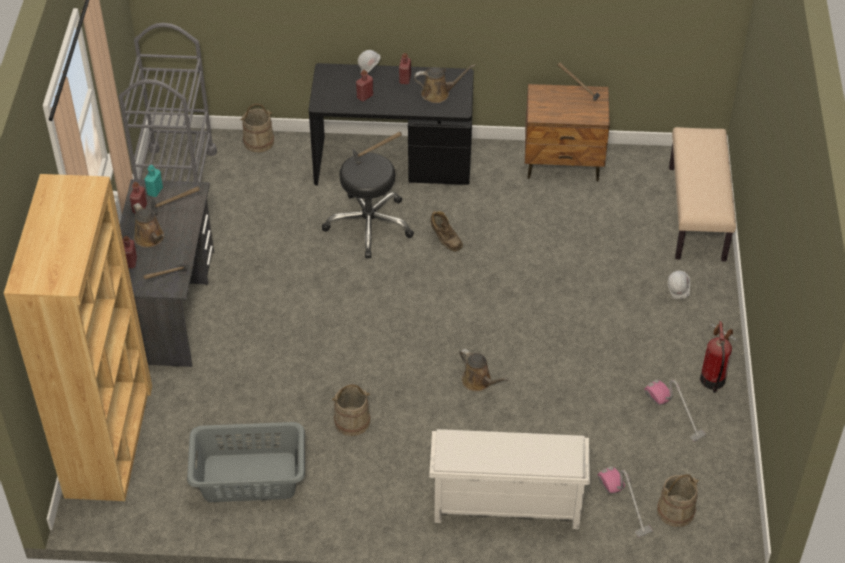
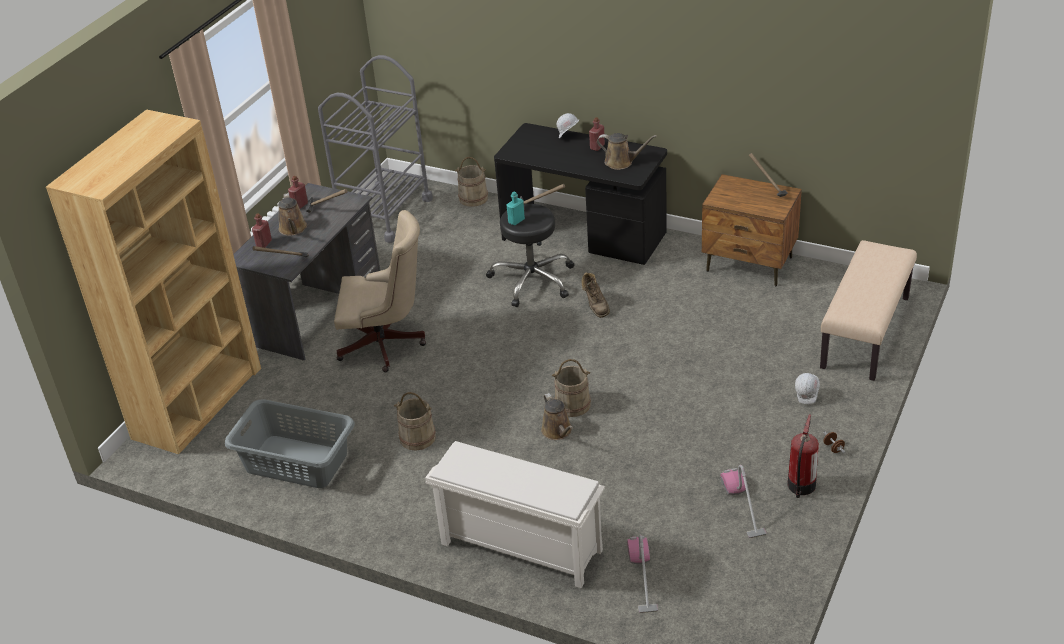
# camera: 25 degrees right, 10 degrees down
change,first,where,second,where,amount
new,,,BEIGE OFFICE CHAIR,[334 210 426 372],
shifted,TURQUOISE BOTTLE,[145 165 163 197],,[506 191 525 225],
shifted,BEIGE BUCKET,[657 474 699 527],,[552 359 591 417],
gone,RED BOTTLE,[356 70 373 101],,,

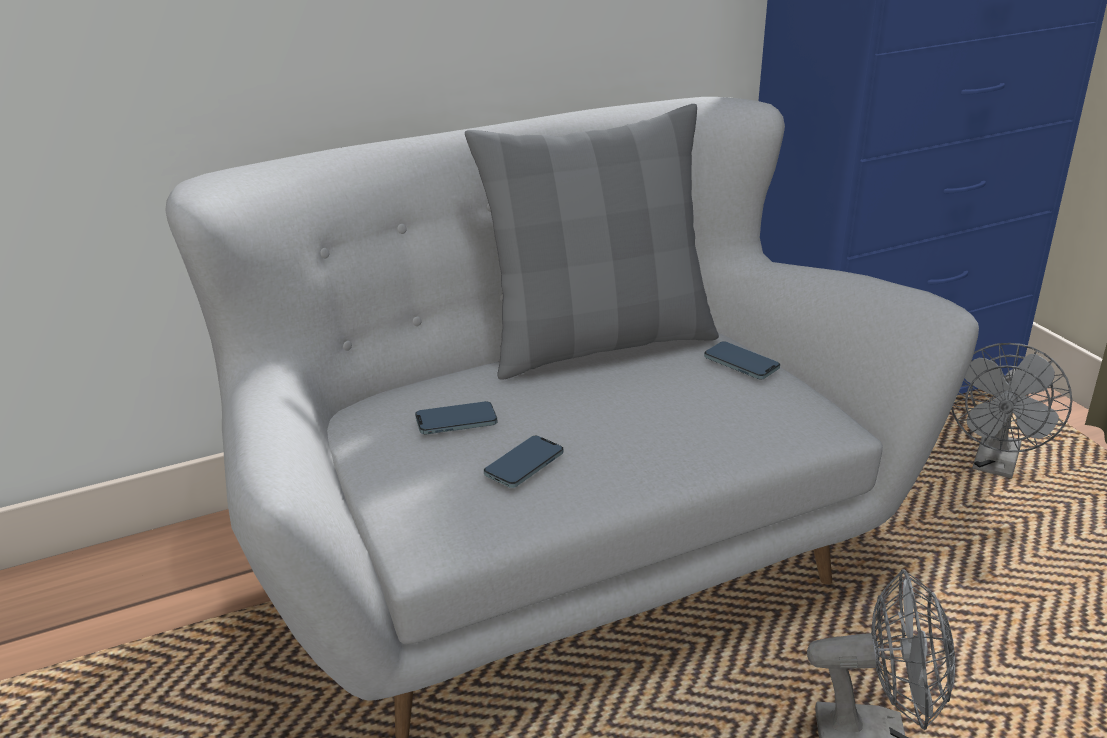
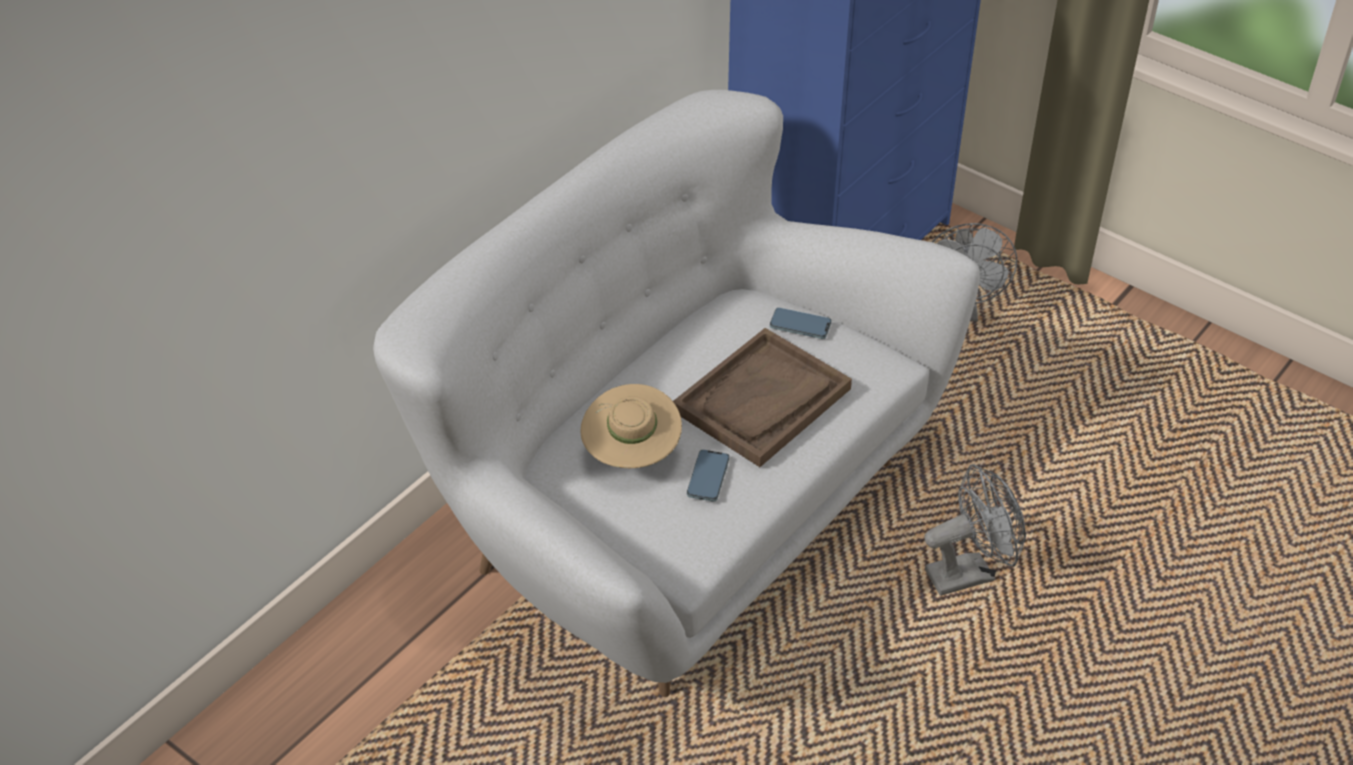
# camera: 25 degrees left, 15 degrees up
change,first,where,second,where,amount
swapped,PHONE,[415 401 497 435],BEIGE HAT,[580 384 682 468],
new,,,BROWN TRAY,[673 328 852 467],
gone,GREY PILLOW,[465 104 719 380],,,

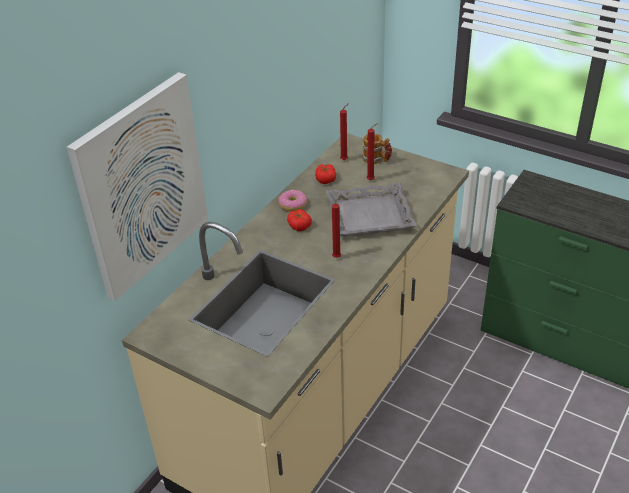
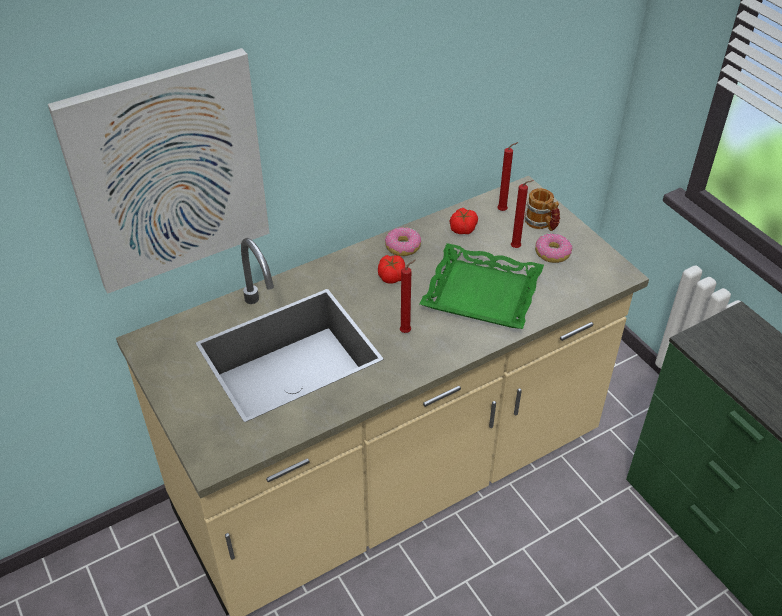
# camera: 25 degrees right, 5 degrees up
change,first,where,second,where,amount
repainted,GREY TRAY,[326 182 417 237],GREEN TRAY,[420 243 544 329],
new,,,DONUT,[535 233 572 263],

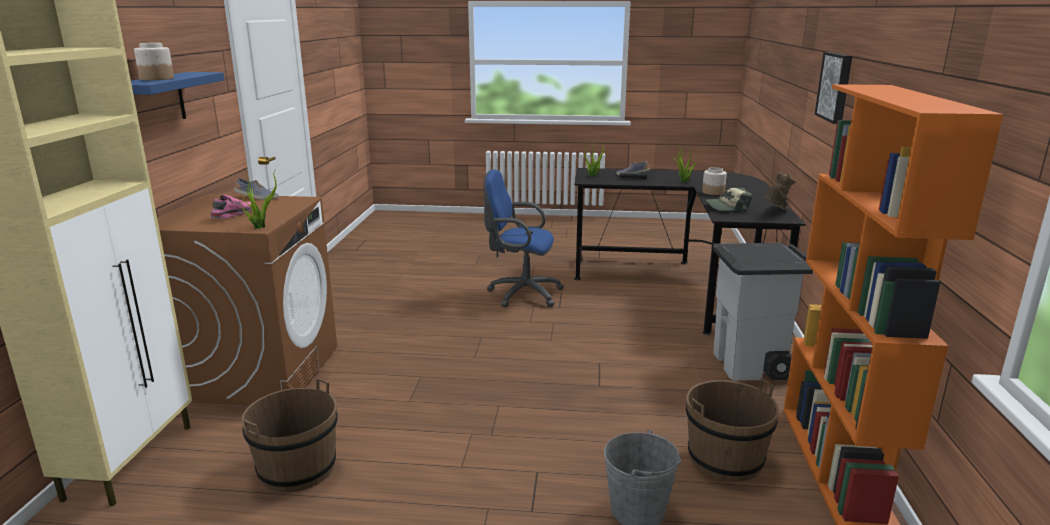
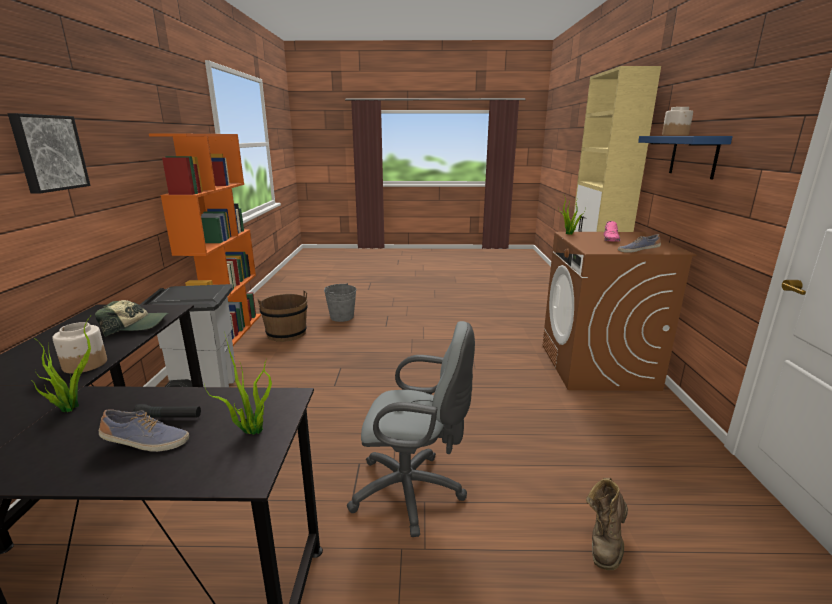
# camera: 175 degrees right, 0 degrees up
change,first,where,second,where,amount
repainted,BLUE OFFICE CHAIR,[483 170 564 307],GREY OFFICE CHAIR,[347 321 475 537],
shifted,BROWN BOOT,[763 172 798 211],,[586 478 628 570],
gone,BROWN BUCKET,[242 378 338 492],,,

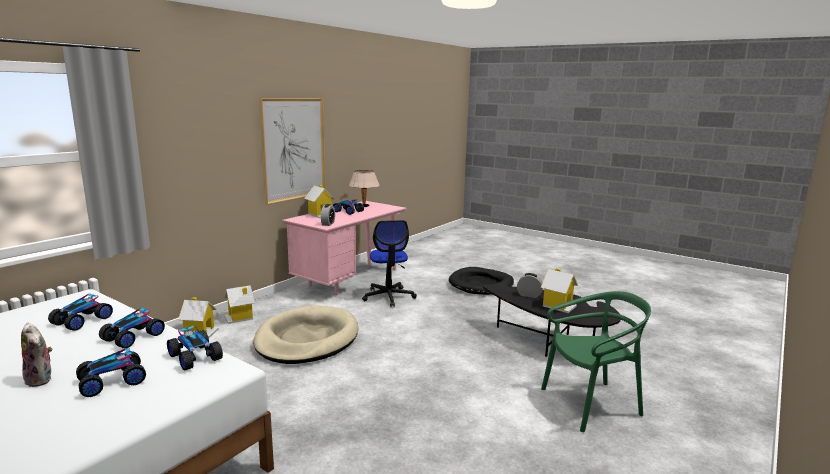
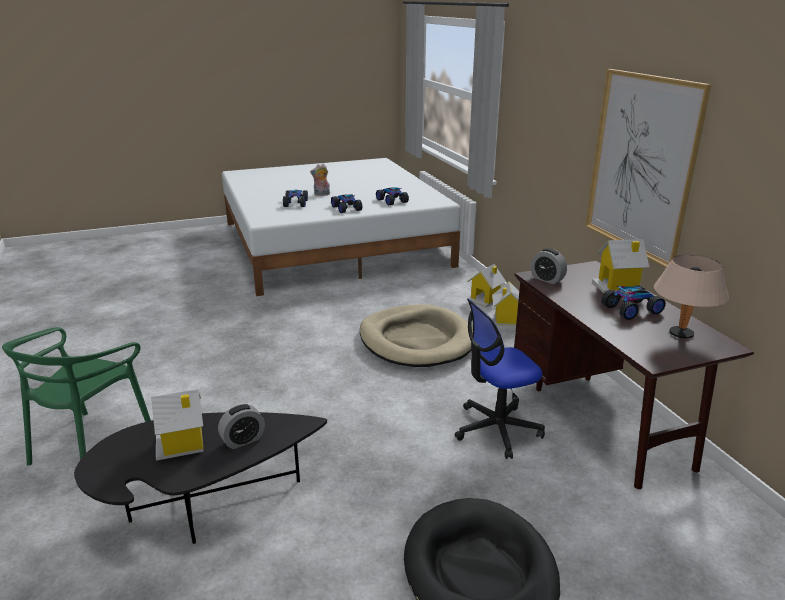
# camera: 125 degrees right, 10 degrees up
change,first,where,second,where,amount
rotated,OFFICE CHAIR,[362 220 417 307],,[455 298 545 459],45 degrees counterclockwise
repainted,PINK DESK,[283 201 407 295],BROWN DESK,[514 261 754 489],
gone,TOY CAR,[167 326 223 371],,,

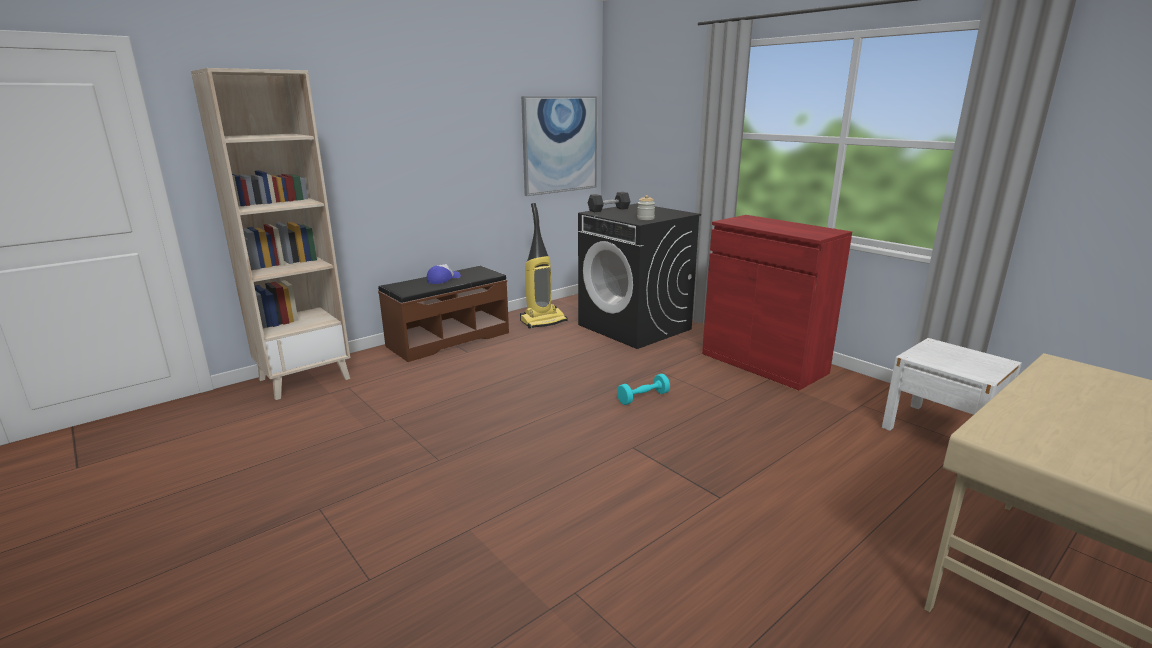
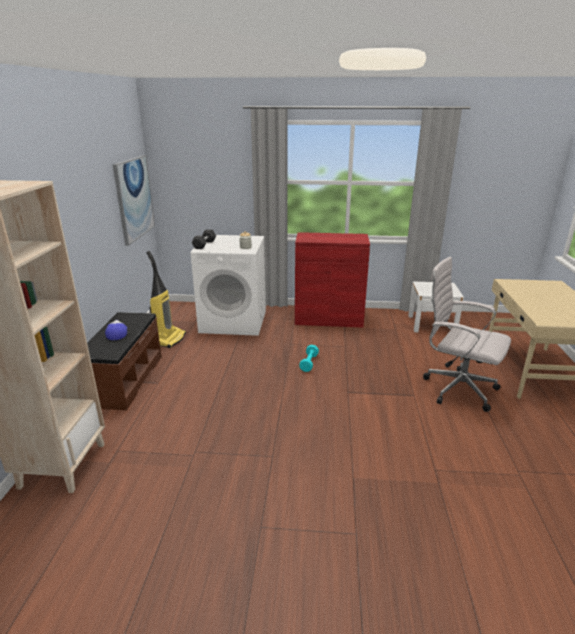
# camera: 45 degrees left, 5 degrees up
change,first,where,second,where,amount
repainted,BLACK WASHING MACHINE,[578 203 701 349],WHITE WASHING MACHINE,[191 235 266 336],
new,,,WHITE OFFICE CHAIR,[423 257 511 412],

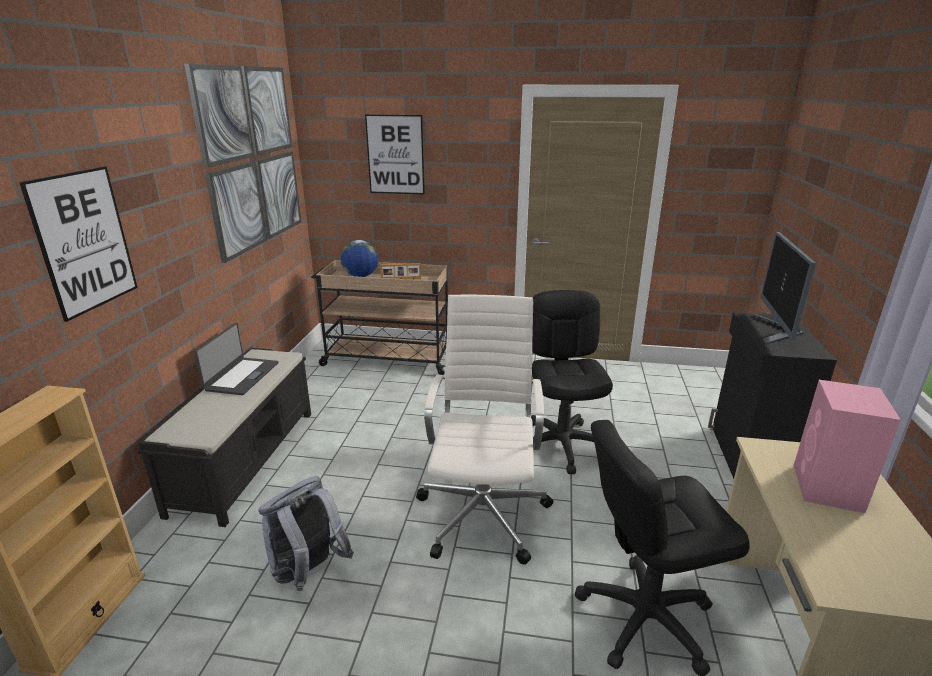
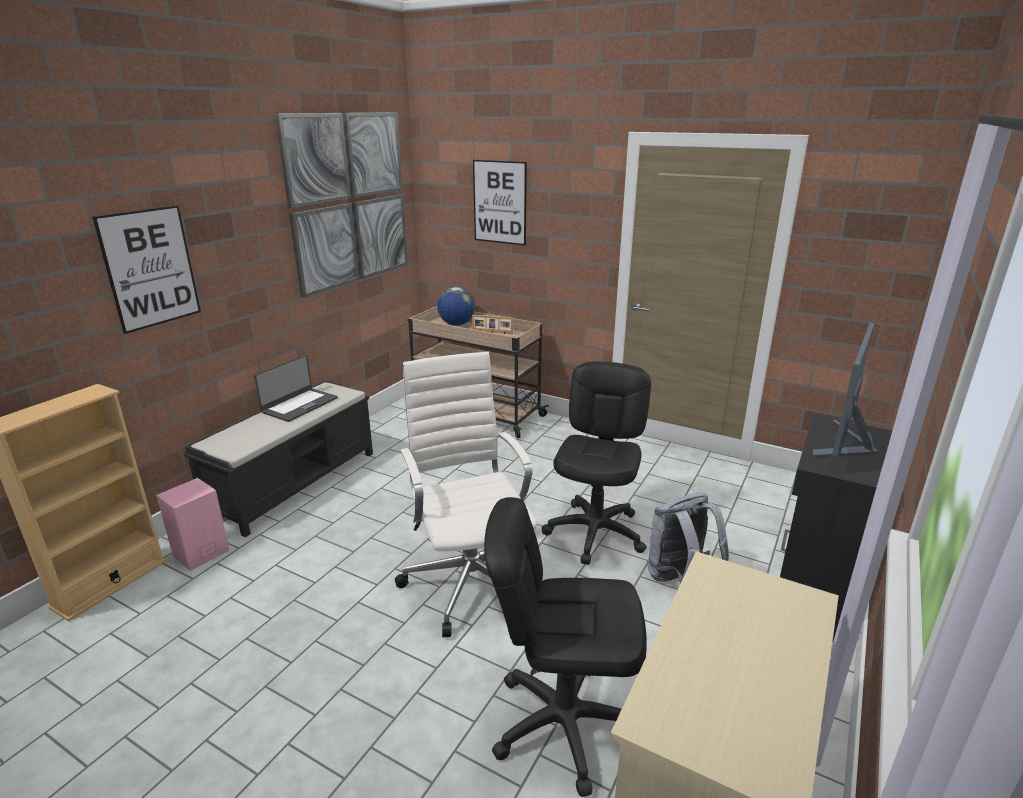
# camera: 20 degrees right, 0 degrees up
change,first,where,second,where,amount
shifted,PINK SPEAKER,[793 380 901 513],,[156 478 230 571],
rotated,WHITE OFFICE CHAIR,[416 295 553 565],,[395 352 537 637],45 degrees counterclockwise
shifted,GREY BACKPACK,[259 477 354 591],,[647 493 729 584],

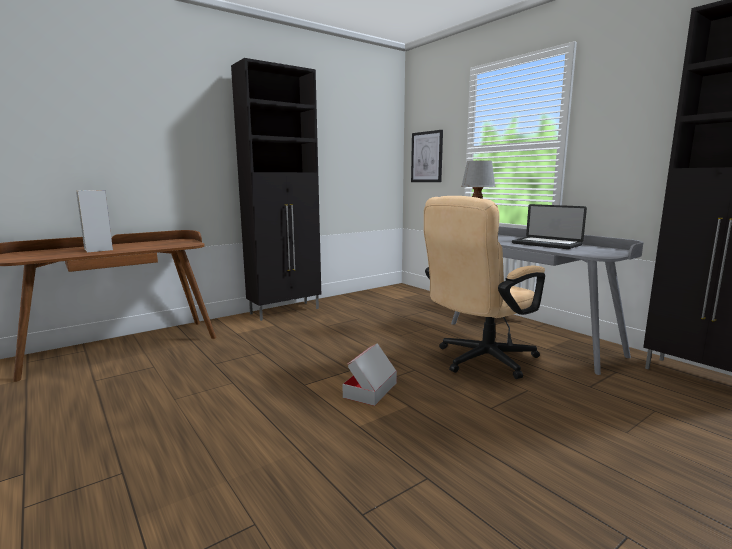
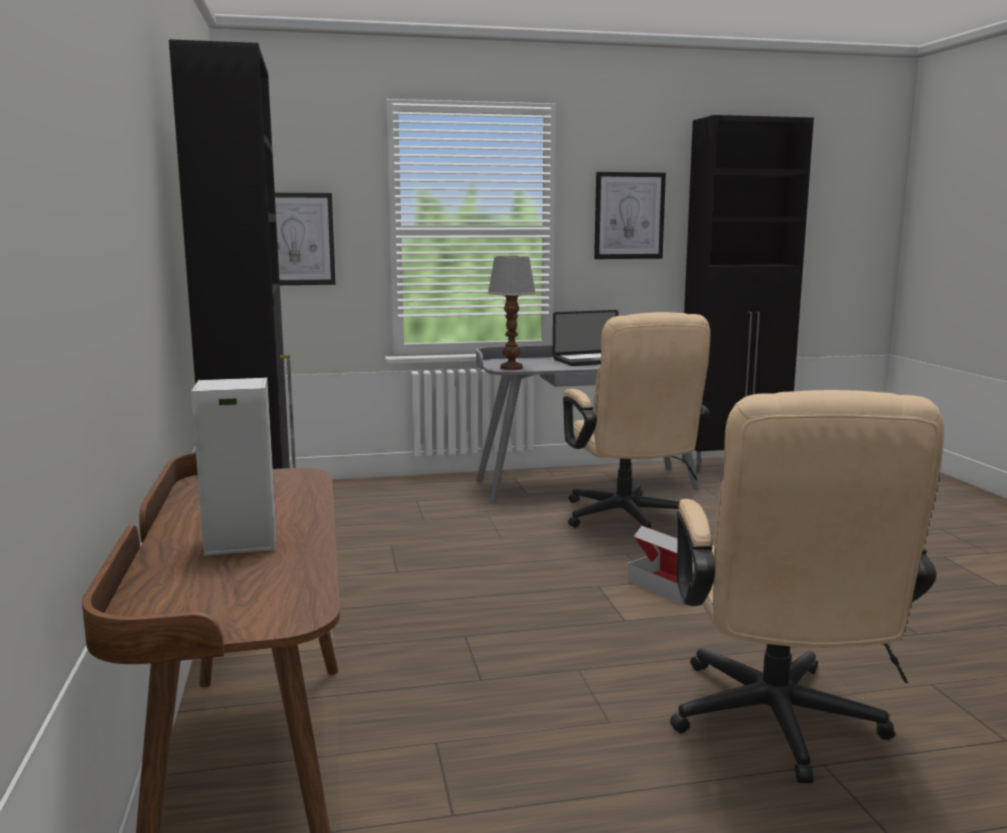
# camera: 65 degrees left, 0 degrees up
change,first,where,second,where,amount
new,,,PICTURE,[594 172 666 259],
new,,,BEIGE OFFICE CHAIR,[670 390 944 784],

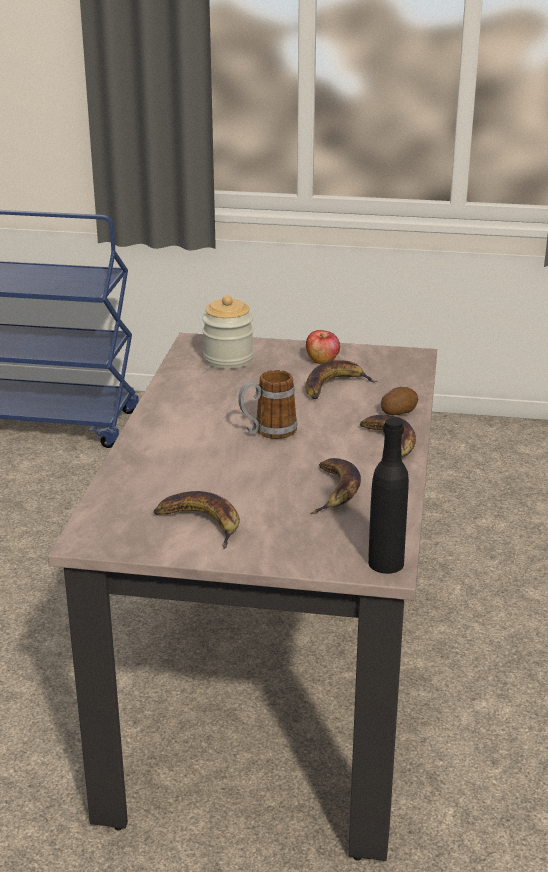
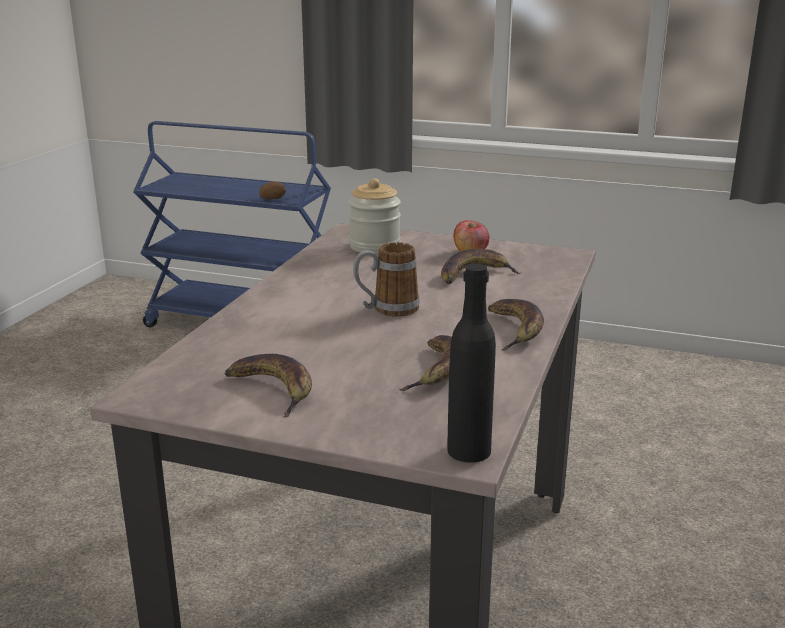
# camera: 10 degrees right, 5 degrees down
change,first,where,second,where,amount
shifted,POTATO,[381 387 418 415],,[259 182 286 199],

